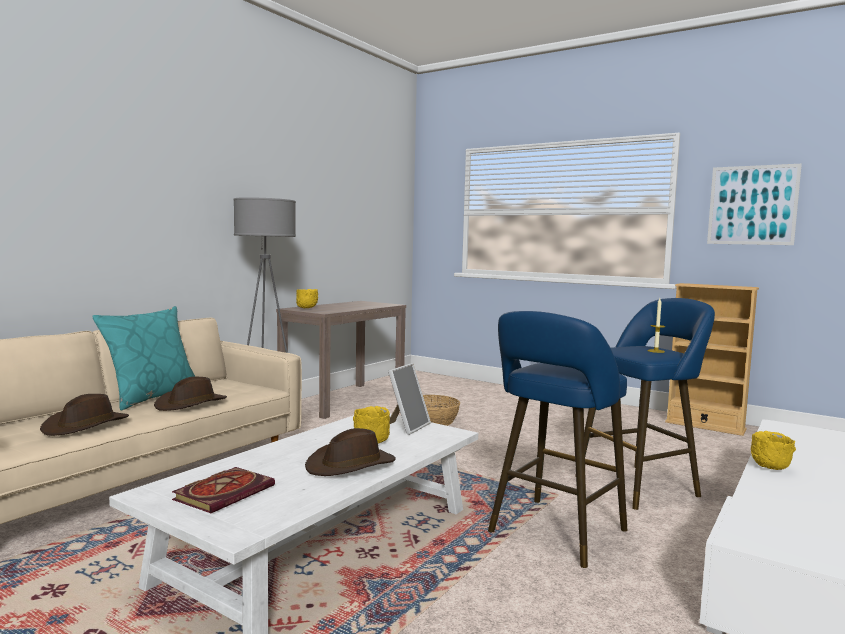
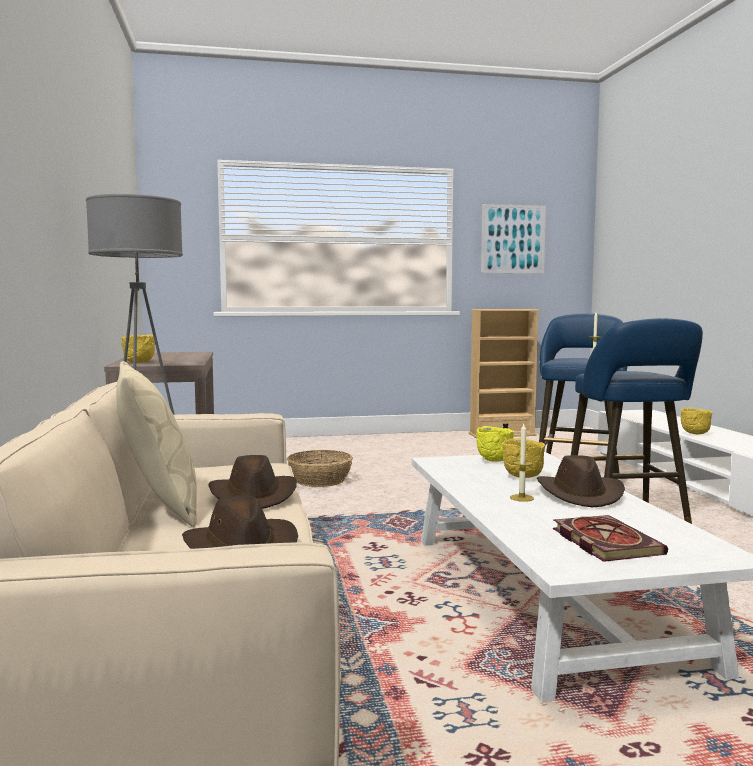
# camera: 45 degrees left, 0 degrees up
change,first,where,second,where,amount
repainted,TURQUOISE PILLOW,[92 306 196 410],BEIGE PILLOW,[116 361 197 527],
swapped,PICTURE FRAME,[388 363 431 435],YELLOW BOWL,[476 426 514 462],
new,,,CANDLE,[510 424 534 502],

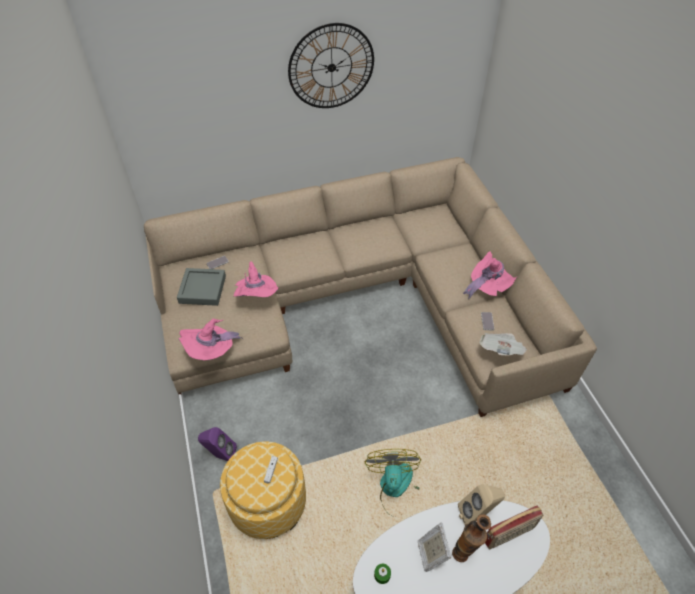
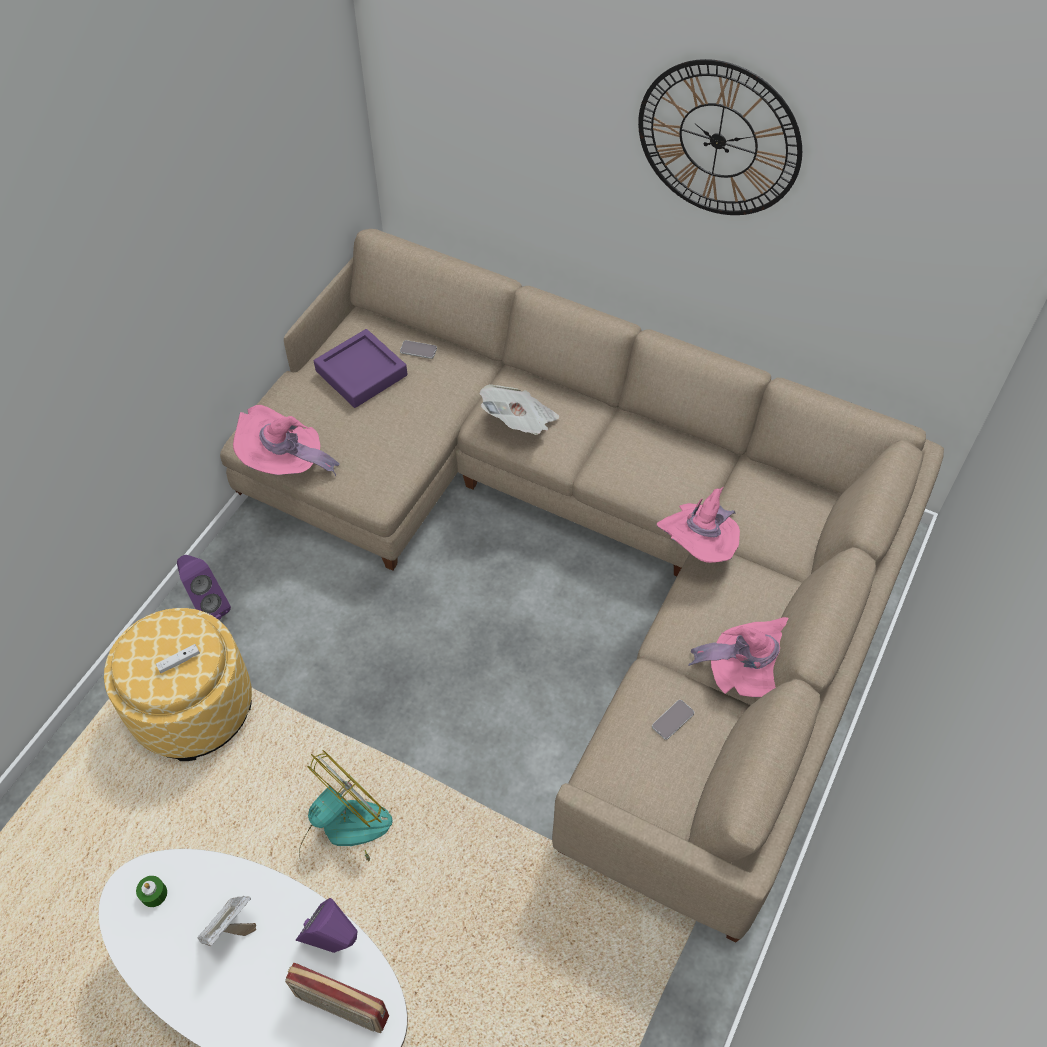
# camera: 45 degrees right, 5 degrees up
change,first,where,second,where,amount
repainted,BEIGE SPEAKER,[458 484 505 526],PURPLE SPEAKER,[296 898 358 953],
repainted,GREY TRAY,[177 268 226 306],PURPLE TRAY,[314 329 407 408],
shifted,NEWSPAPER,[479 333 527 356],,[479 384 560 435],
shifted,PINK HAT,[234 261 278 297],,[657 487 740 563],
gone,VASE,[452 514 491 562],,,

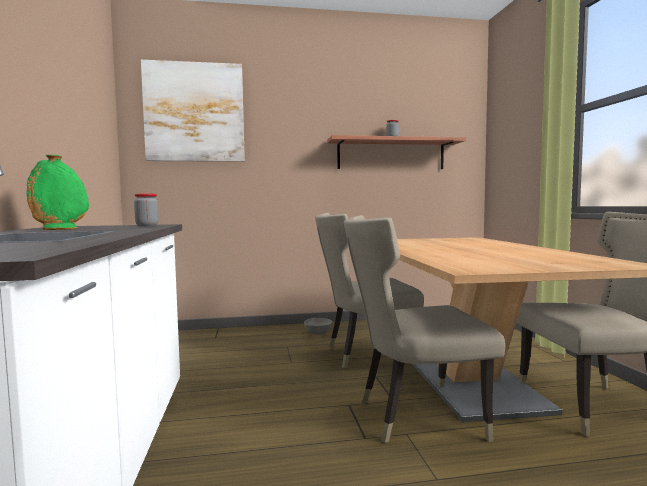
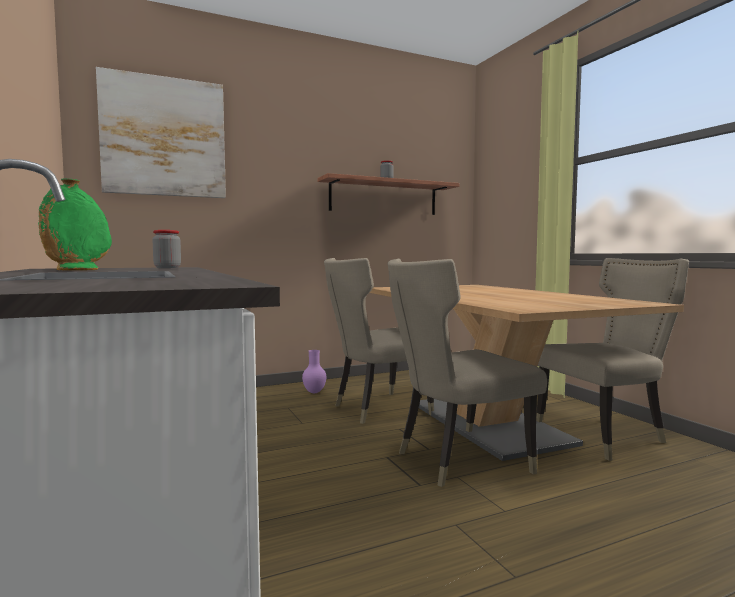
# camera: 15 degrees left, 0 degrees up
change,first,where,second,where,amount
swapped,GREY BOWL,[304 318 333 335],PURPLE VASE,[302 350 326 393],

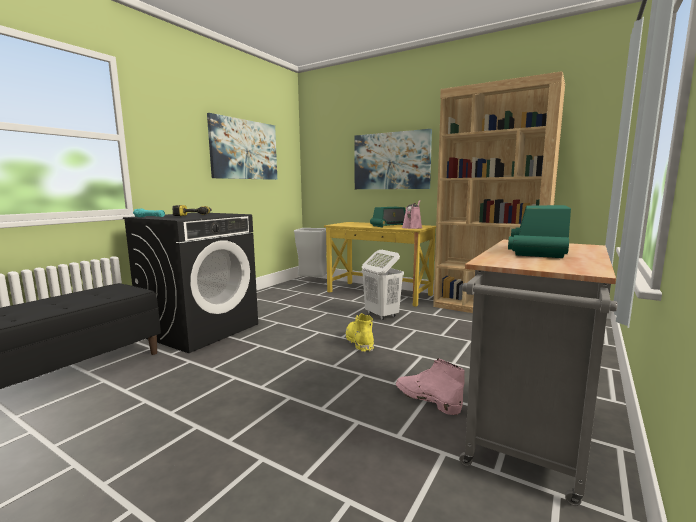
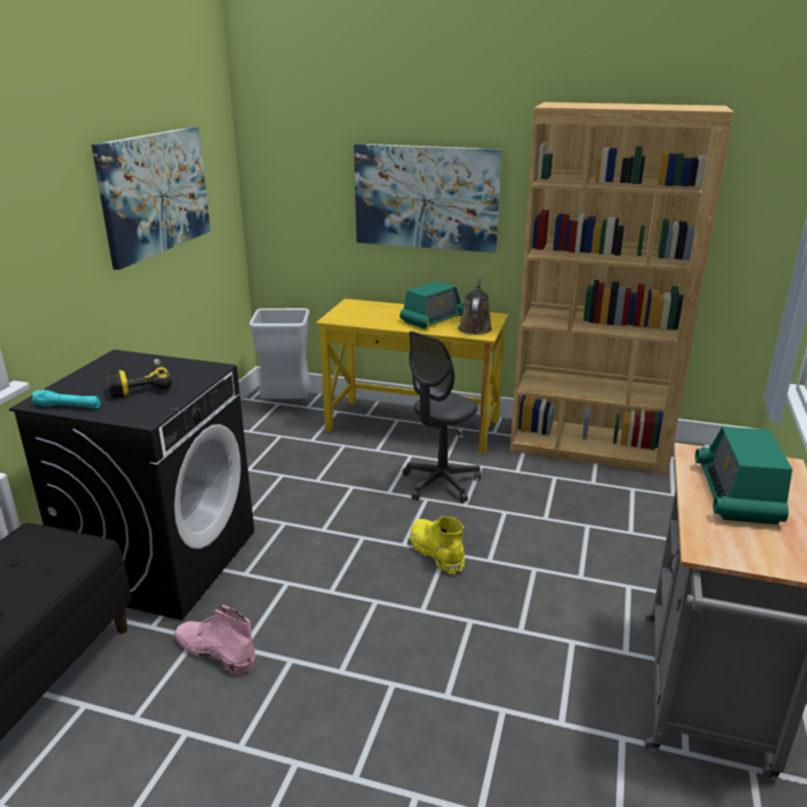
# camera: 15 degrees left, 15 degrees up
change,first,where,second,where,amount
shifted,PINK BOOT,[396 358 465 415],,[174 605 255 675],
swapped,WHITE LAUNDRY BASKET,[362 250 404 320],GREY OFFICE CHAIR,[403 331 481 503],
repainted,PINK WATERING CAN,[402 200 422 229],BROWN WATERING CAN,[458 273 492 335],

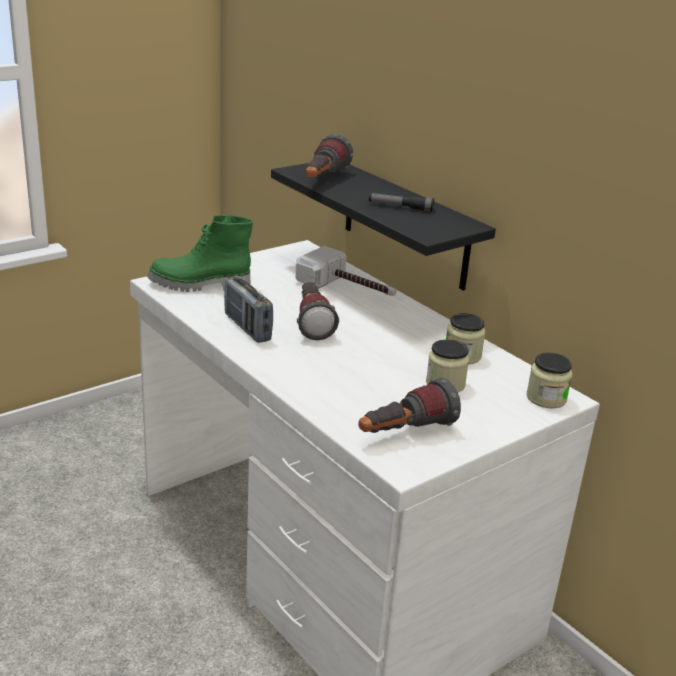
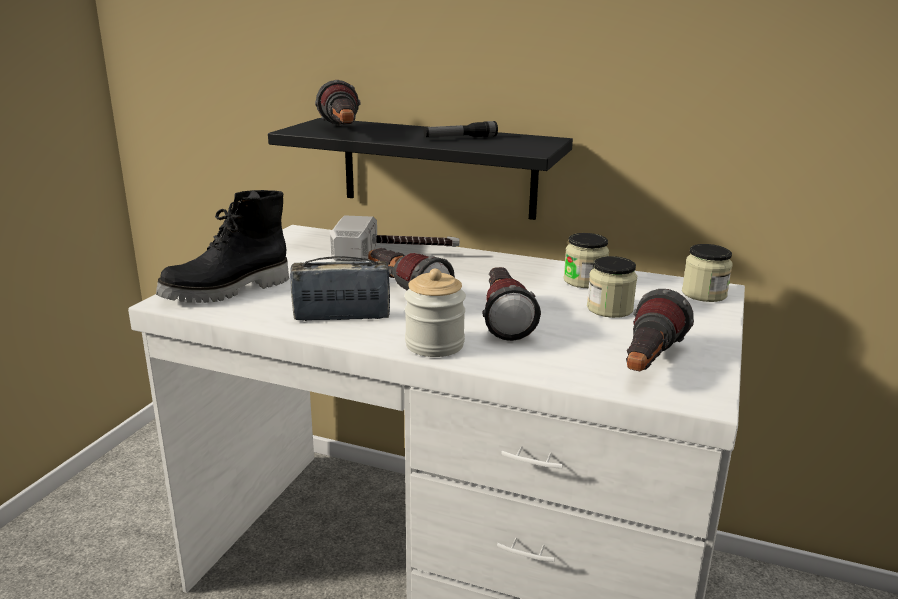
# camera: 30 degrees left, 5 degrees down
change,first,where,second,where,amount
repainted,GREEN BOOT,[148 215 253 292],BLACK BOOT,[156 190 289 303],
rotated,RADIO,[224 276 273 343],,[290 256 390 321],150 degrees clockwise
new,,,JAR,[404 268 466 357],
new,,,FLASHLIGHT,[483 267 541 341],

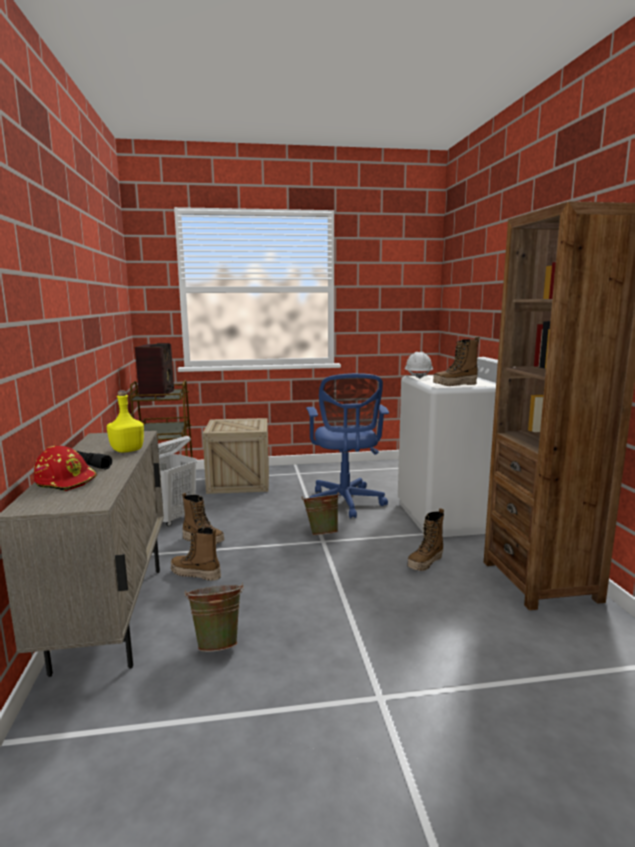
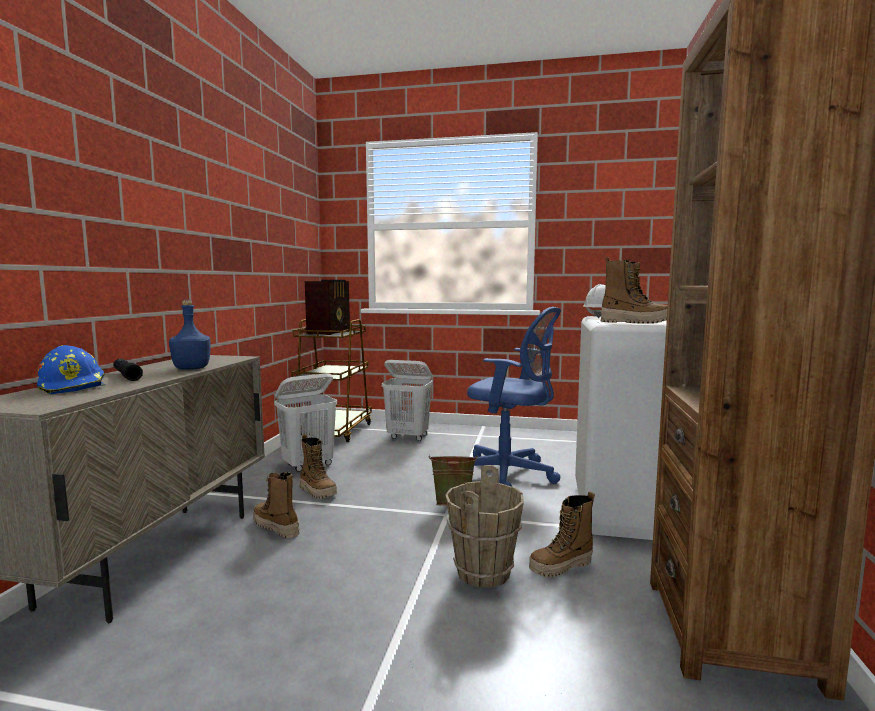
# camera: 20 degrees right, 5 degrees down
change,first,where,second,where,amount
repainted,RED HARD HAT,[34 446 97 491],BLUE HARD HAT,[37 345 106 394],
repainted,YELLOW BOTTLE,[107 390 144 453],BLUE BOTTLE,[169 300 211 370],
swapped,CRATE,[203 418 269 494],WHITE LAUNDRY BASKET,[382 360 433 441],
new,,,BROWN BUCKET,[445 465 524 588],
rotated,BLUE OFFICE CHAIR,[306 373 389 518],,[467 307 561 487],75 degrees counterclockwise
rotated,BOOT,[433 337 480 386],,[600 257 668 324],150 degrees counterclockwise
gone,GREEN BUCKET,[184 583 244 652],,,

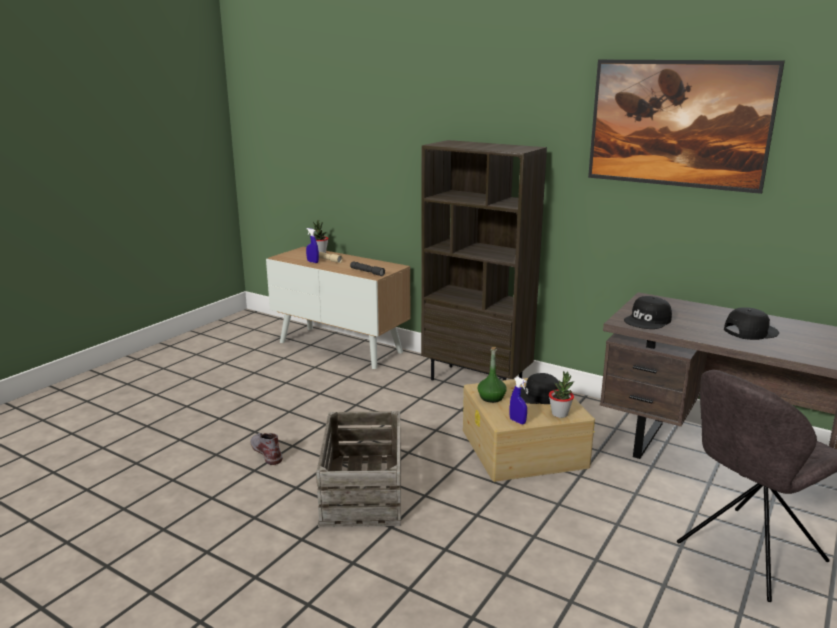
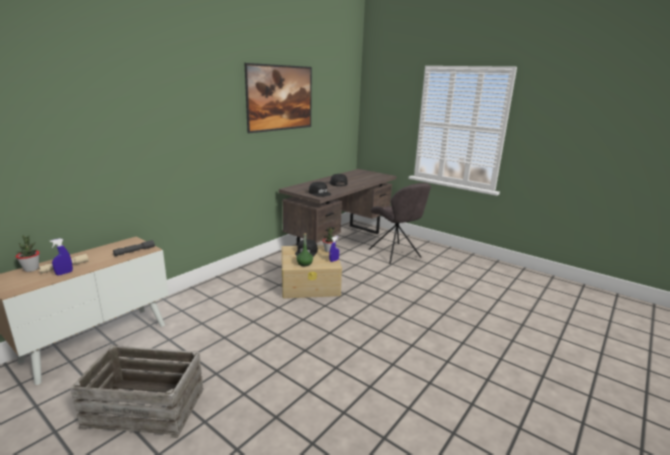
# camera: 85 degrees left, 0 degrees up
change,first,where,second,where,amount
shifted,CRATE,[316 411 401 527],,[70 345 204 438],
gone,GREY BOOT,[250 433 283 465],,,
gone,BROWN BOOKCASE,[421 140 547 381],,,

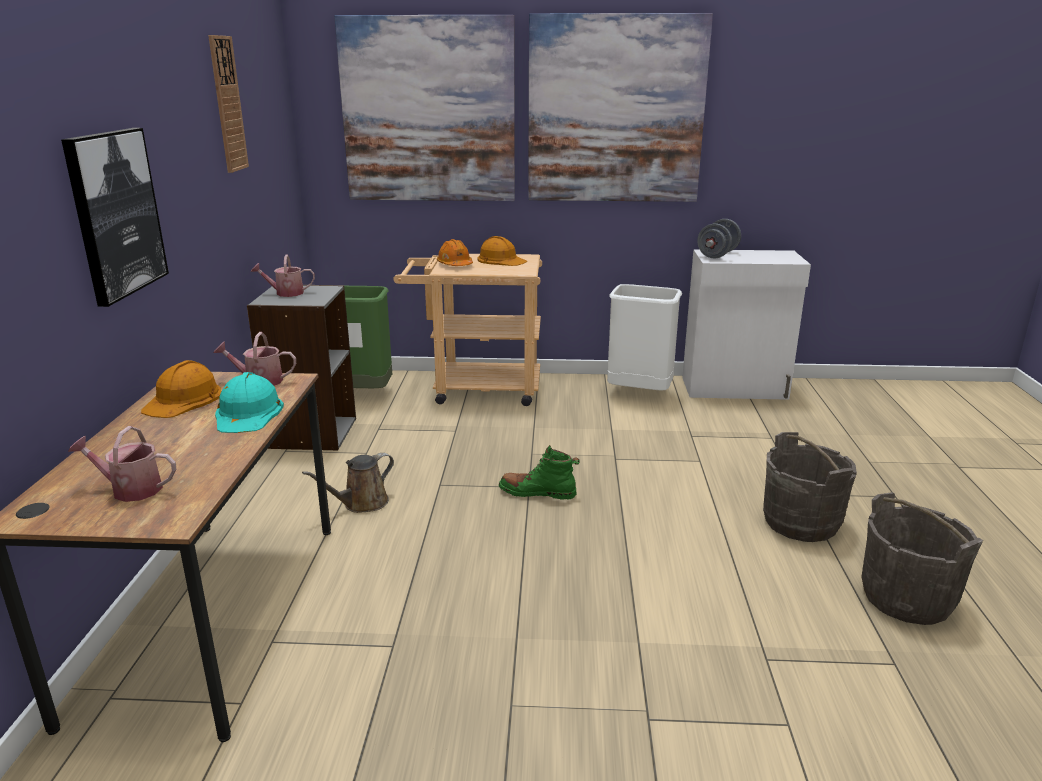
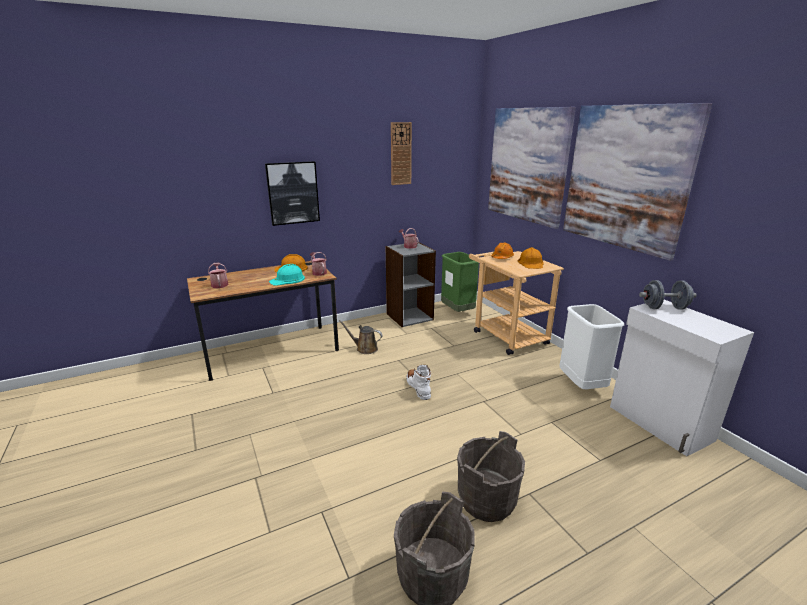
# camera: 60 degrees right, 0 degrees up
change,first,where,second,where,amount
repainted,GREEN BOOT,[499 445 580 500],WHITE BOOT,[406 365 431 400],

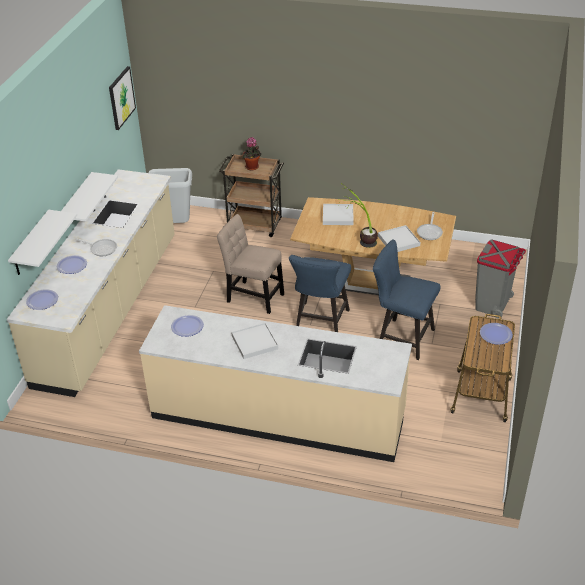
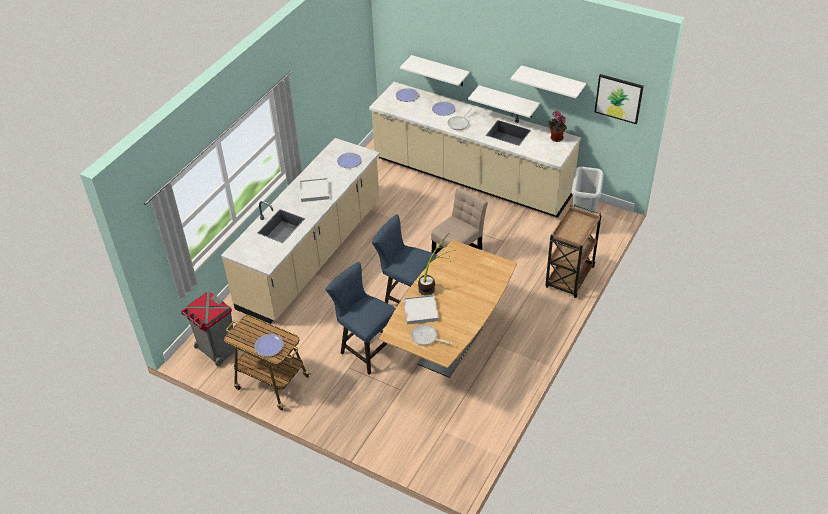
# camera: 105 degrees right, 5 degrees up
change,first,where,second,where,amount
shifted,GREY TRASH CAN,[475 239 526 319],,[181 291 235 366],
rotated,BLUE CHAIR,[373 240 441 360],,[325 262 396 375],90 degrees counterclockwise
new,,,WHITE SHELF,[510 65 586 99],
shifted,POTTED PLANT,[242 137 261 171],,[548 111 567 142],
gone,WHITE TRAY,[323 204 353 225],,,

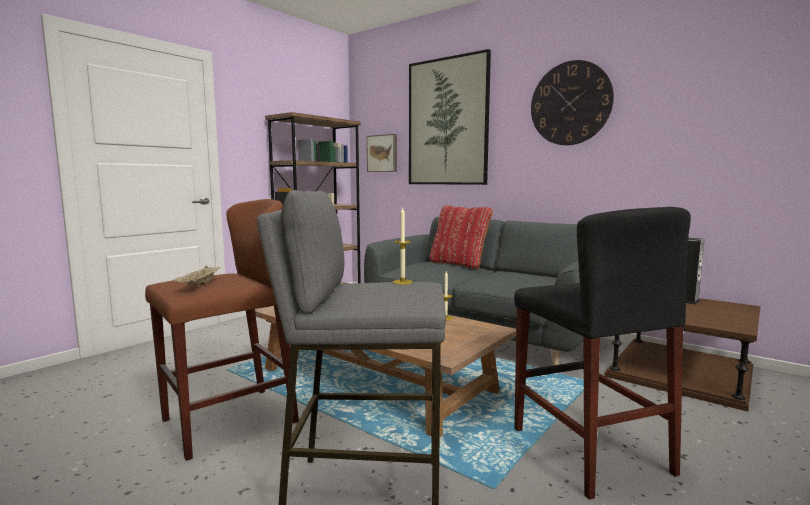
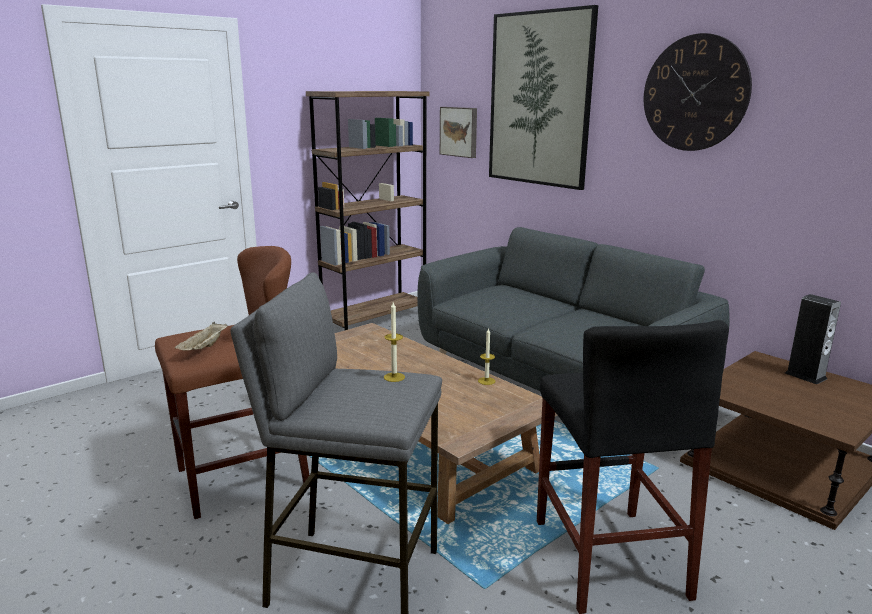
# camera: 10 degrees right, 10 degrees up
change,first,where,second,where,amount
gone,RED PILLOW,[430 205 493 269],,,

